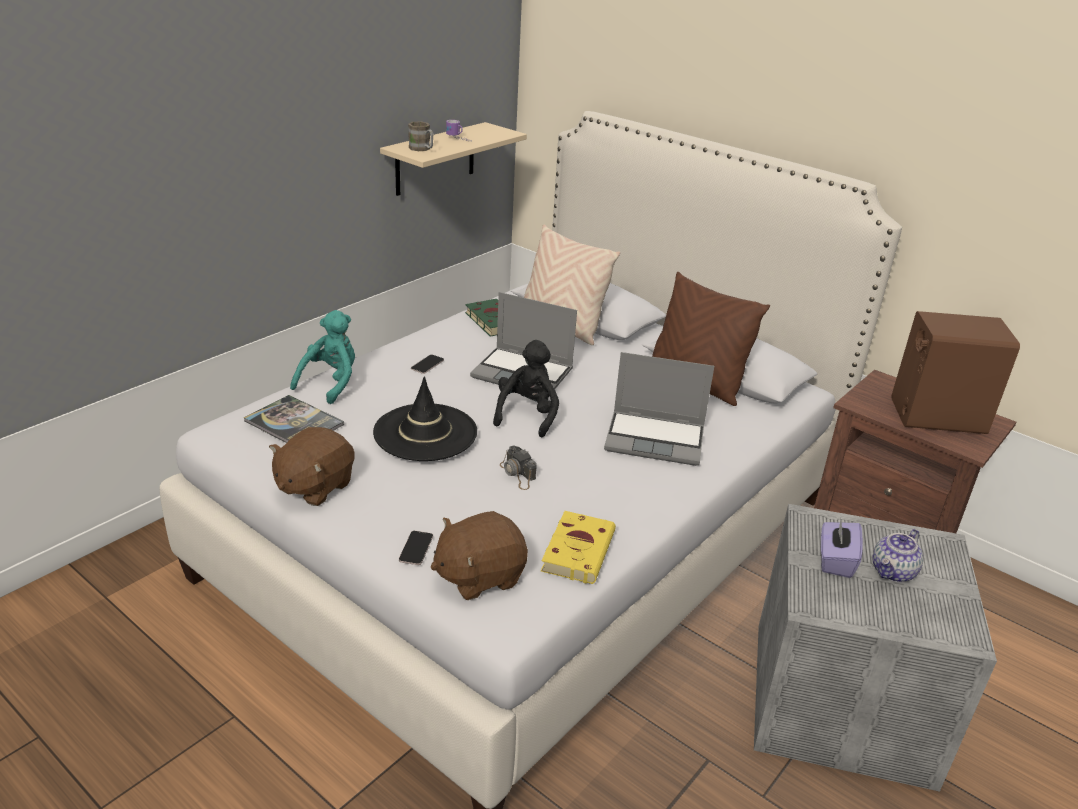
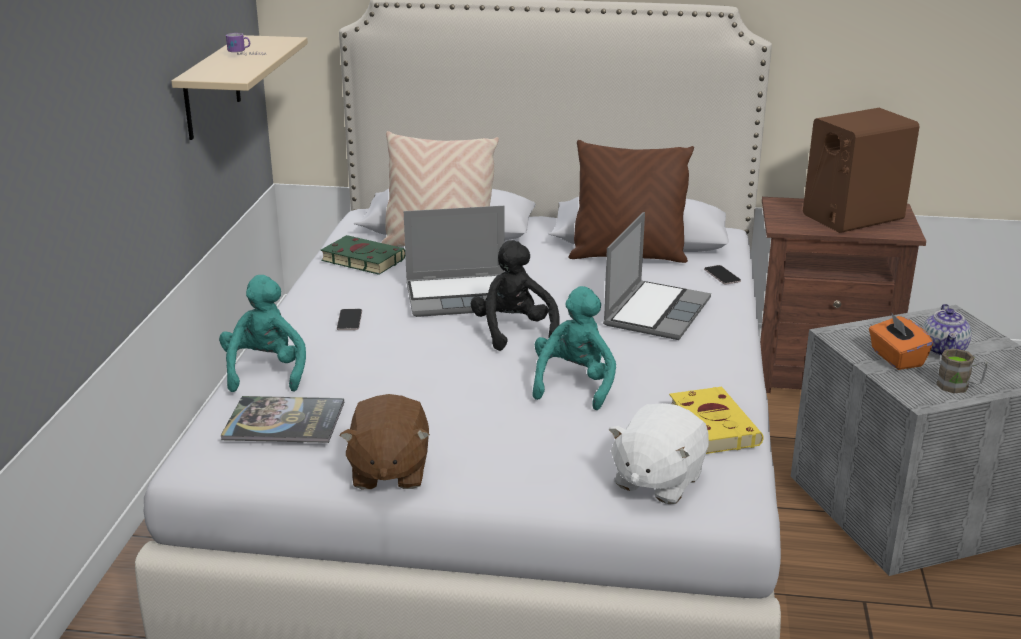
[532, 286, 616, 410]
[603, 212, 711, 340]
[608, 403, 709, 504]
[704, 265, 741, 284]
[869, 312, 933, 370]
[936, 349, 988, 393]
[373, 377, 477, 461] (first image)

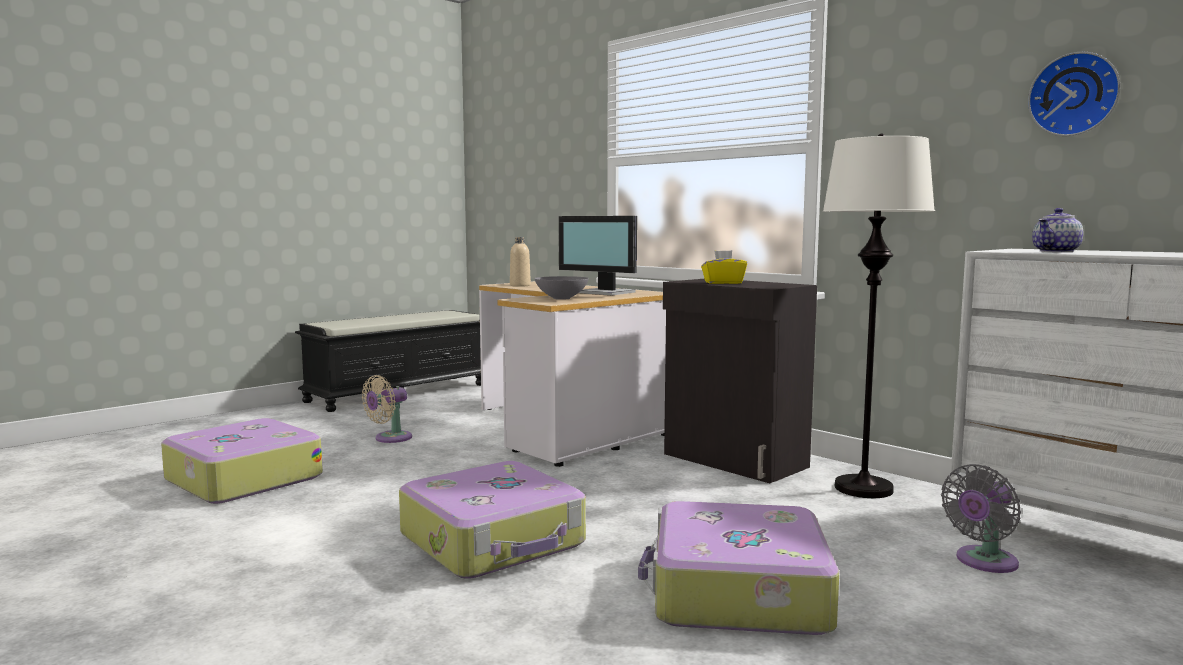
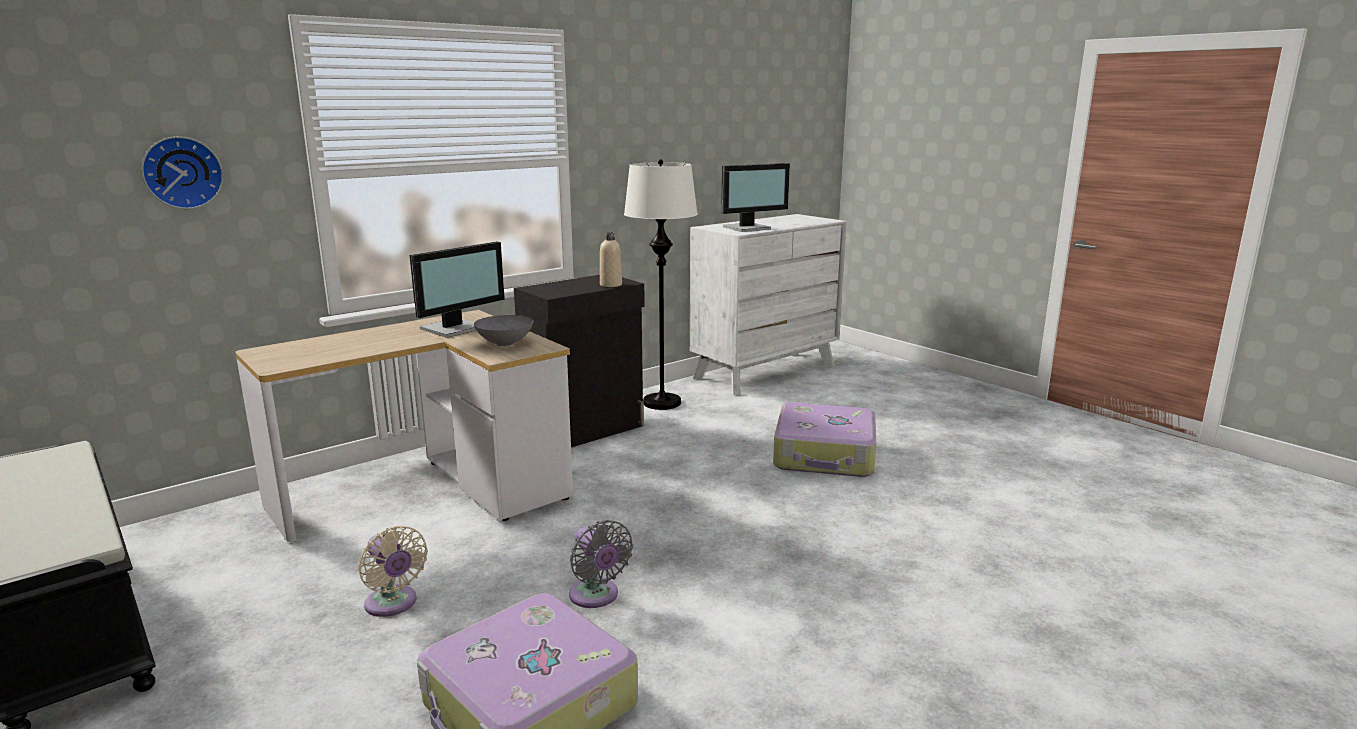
[141, 136, 223, 209]
[569, 520, 633, 608]
[600, 232, 622, 287]
[722, 163, 790, 232]
[399, 461, 586, 579] (first image)
[701, 250, 747, 284] (first image)

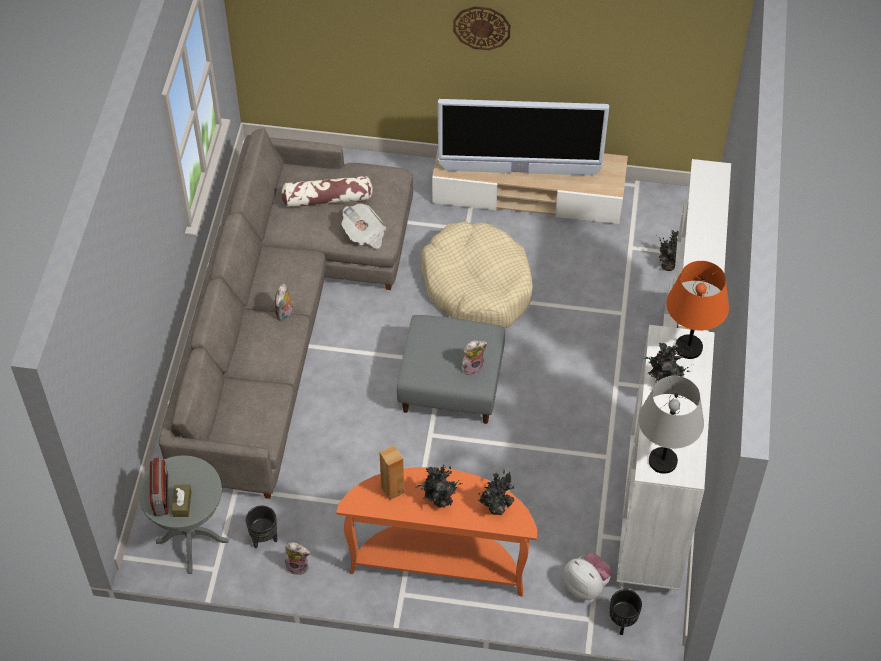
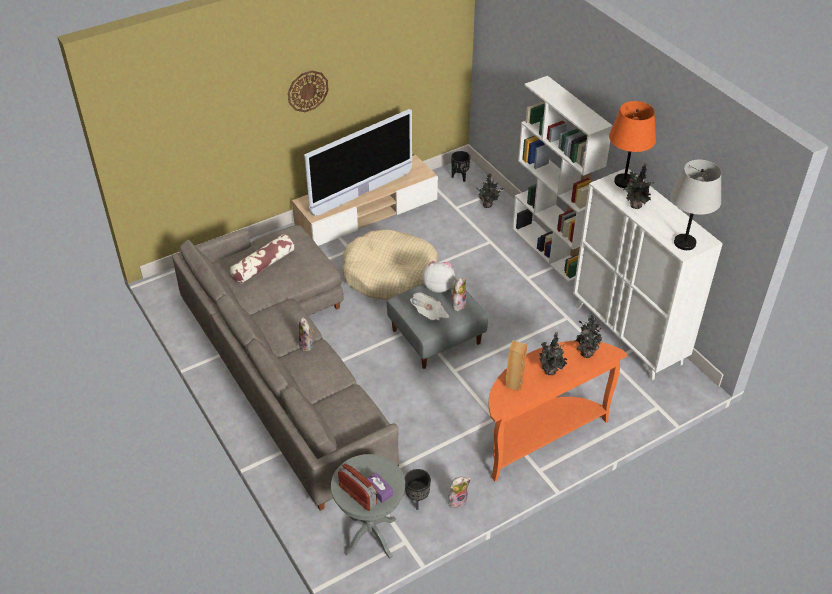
[367, 472, 393, 503]
[410, 293, 449, 320]
[422, 261, 455, 293]
[451, 151, 470, 182]

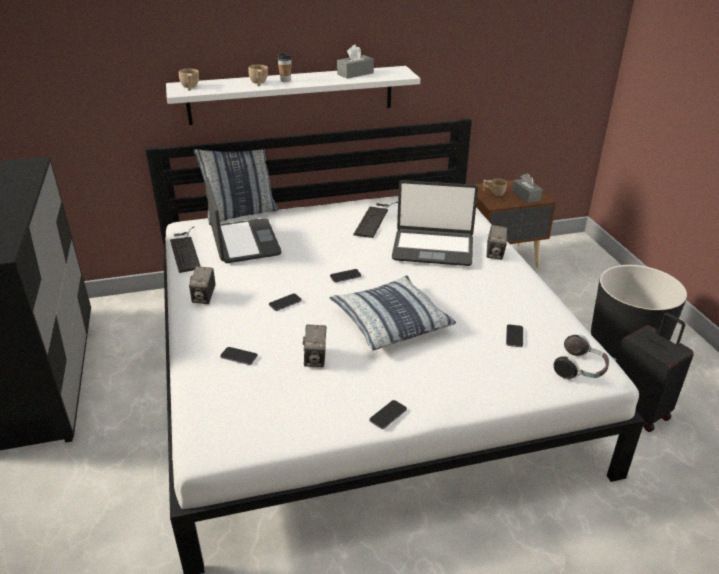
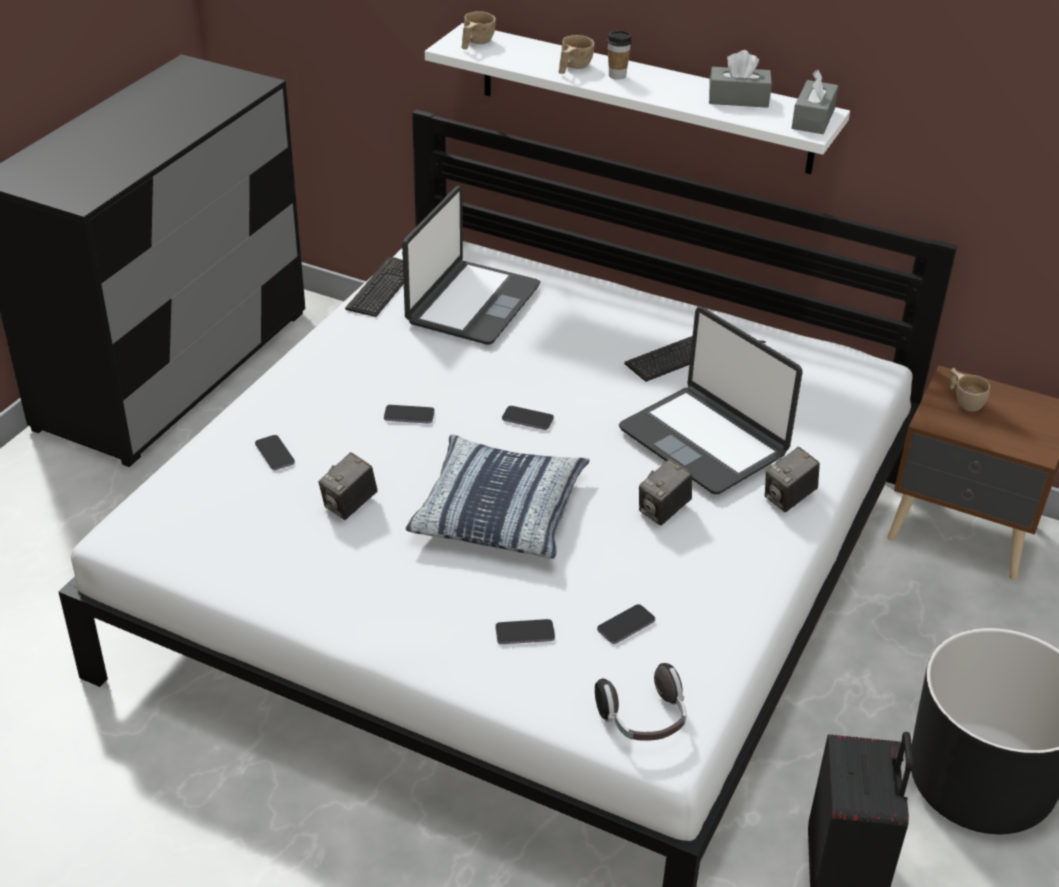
[495, 619, 555, 644]
[639, 459, 692, 526]
[792, 69, 838, 134]
[193, 138, 278, 225] (first image)

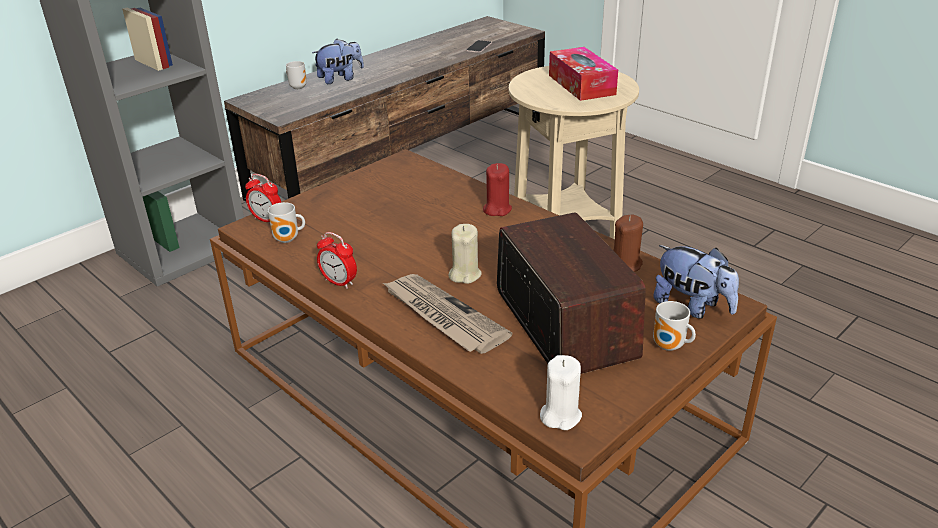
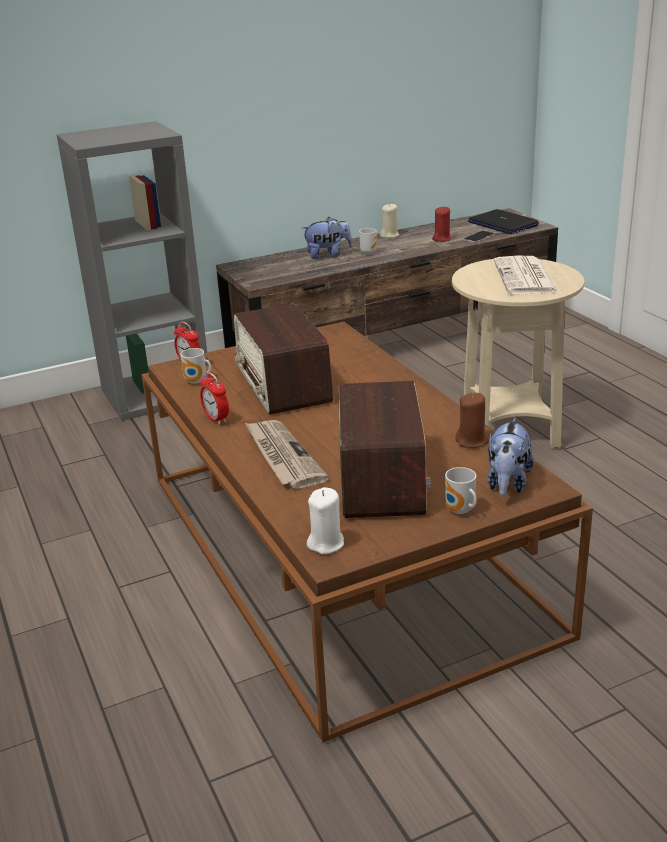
[234, 304, 333, 415]
[359, 228, 377, 254]
[380, 203, 399, 238]
[432, 206, 452, 242]
[468, 209, 539, 234]
[487, 418, 534, 496]
[494, 256, 559, 294]

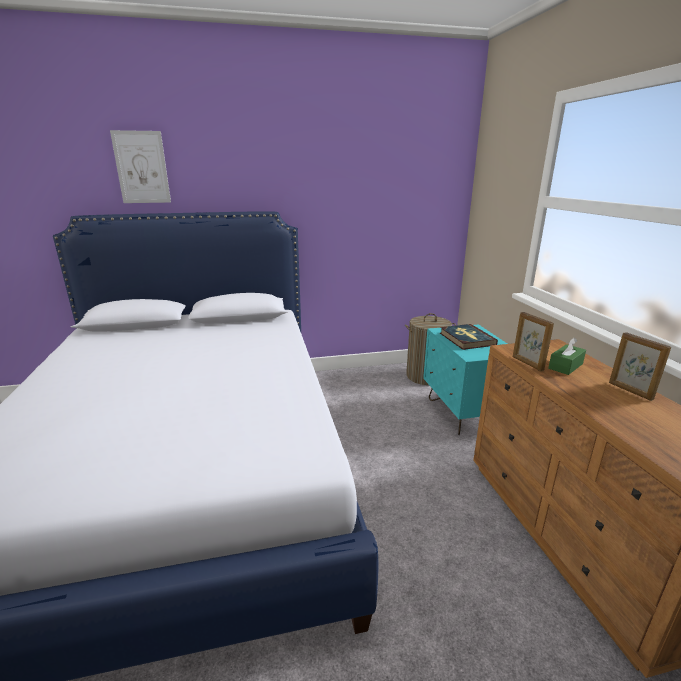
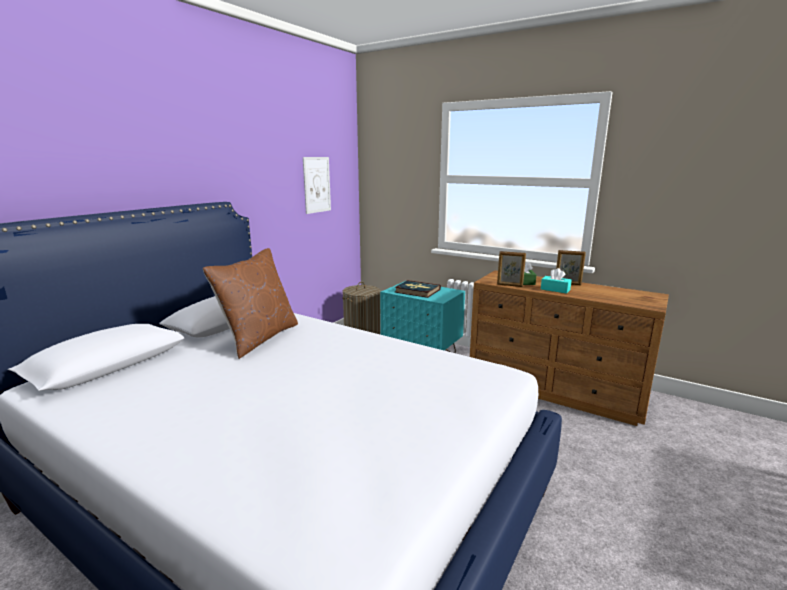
[203, 248, 298, 359]
[303, 157, 331, 214]
[541, 268, 572, 294]

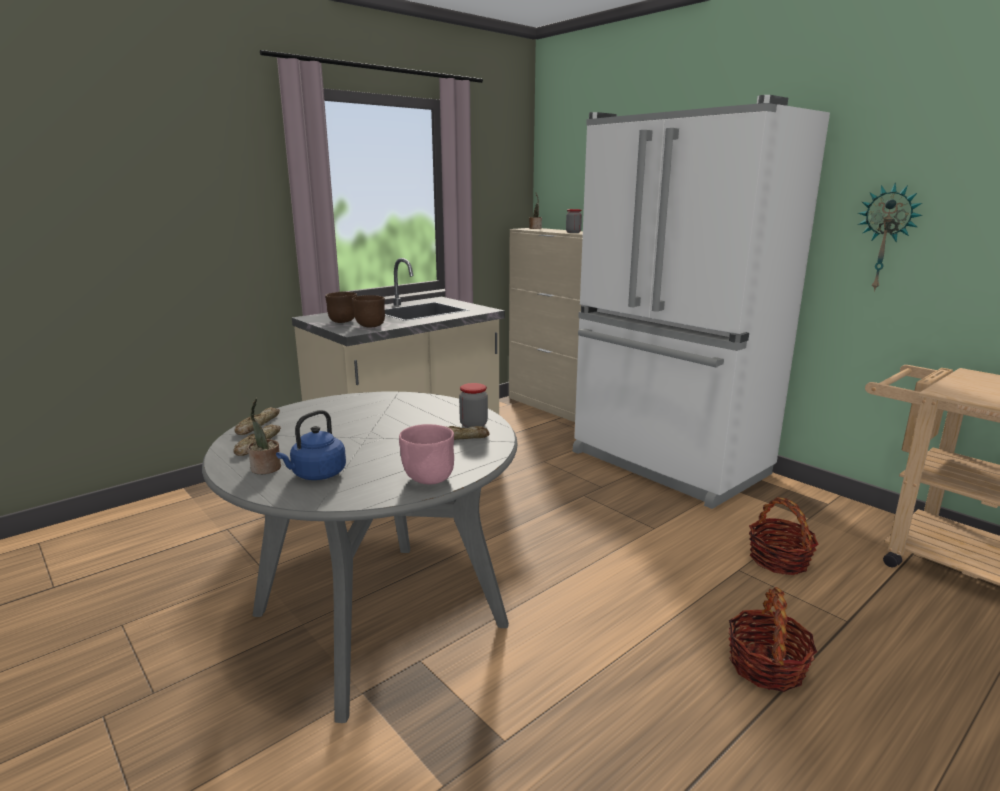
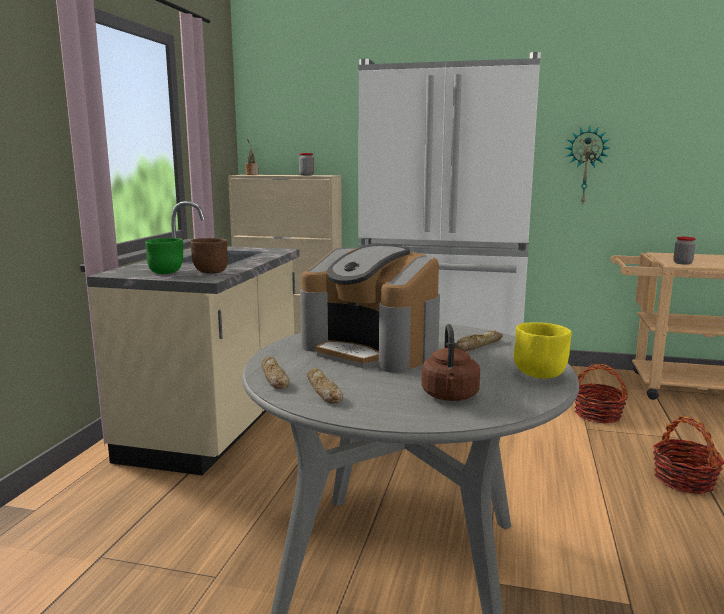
[145, 238, 183, 274]
[300, 245, 440, 373]
[421, 324, 480, 401]
[514, 322, 572, 378]
[673, 237, 695, 265]
[248, 398, 281, 474] (first image)

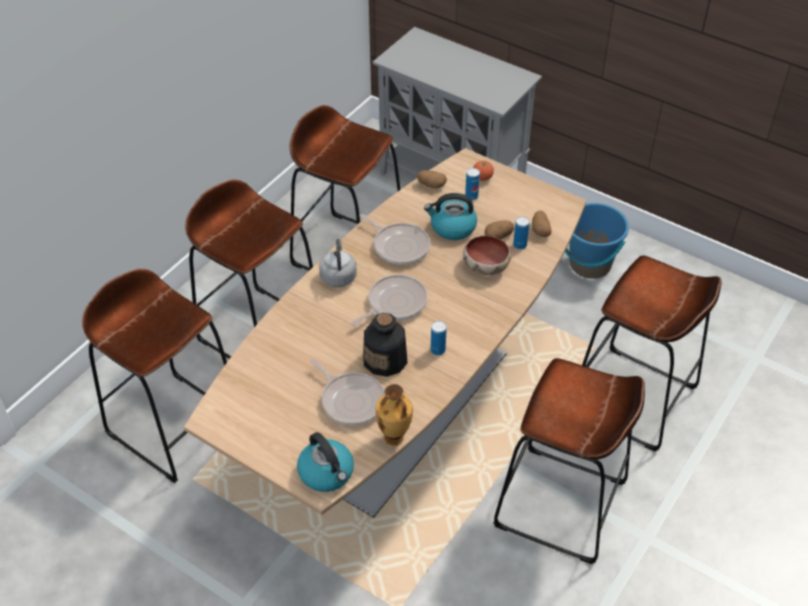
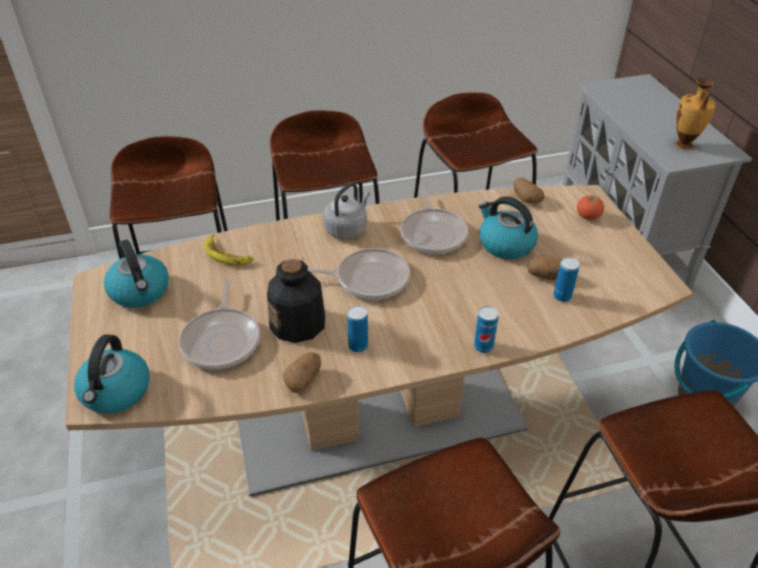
[104, 240, 169, 308]
[204, 234, 254, 266]
[283, 352, 321, 393]
[474, 306, 499, 353]
[675, 77, 716, 150]
[463, 236, 511, 275] (first image)

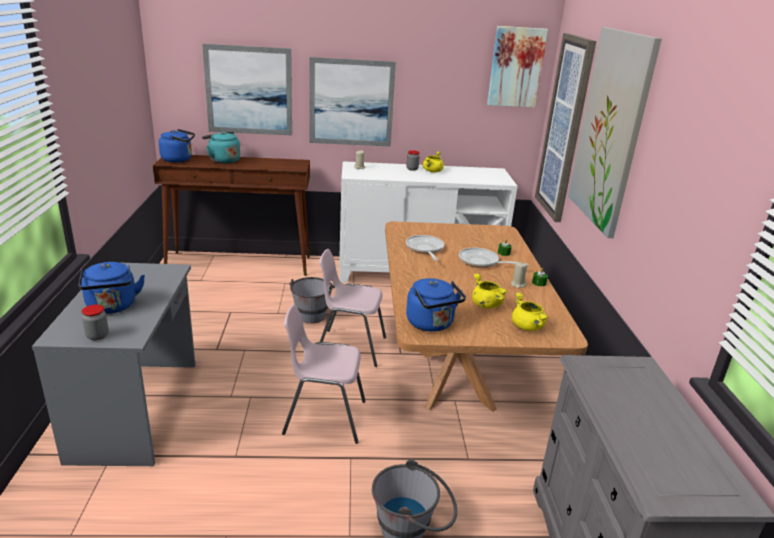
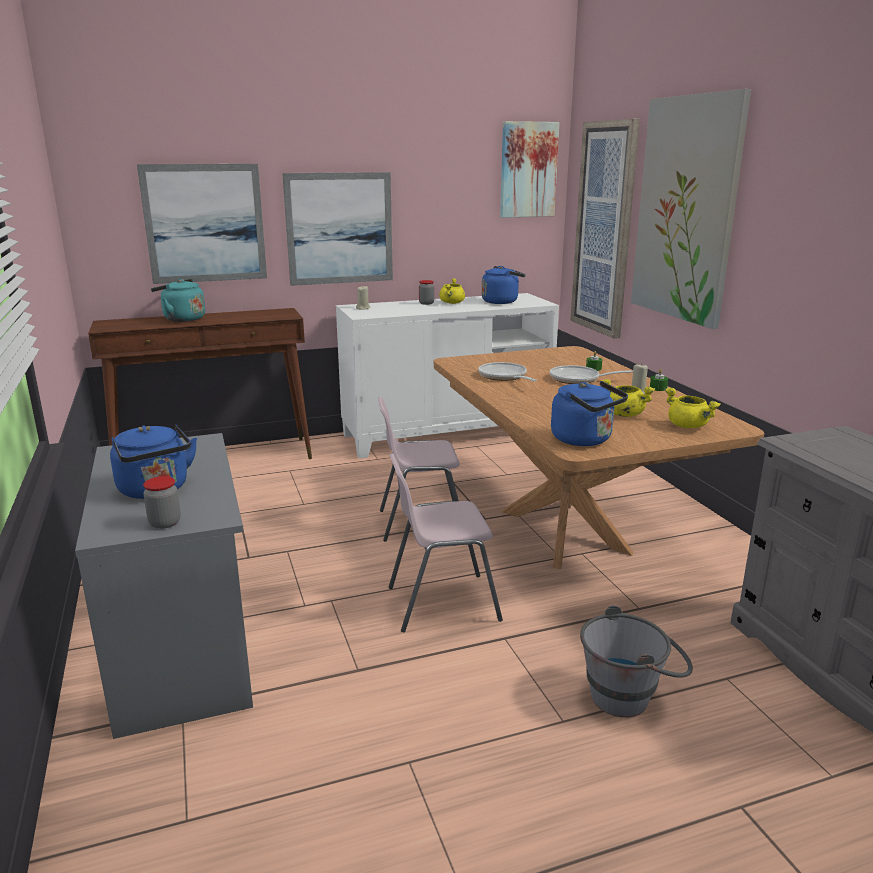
[482, 266, 526, 304]
[289, 277, 335, 324] (first image)

